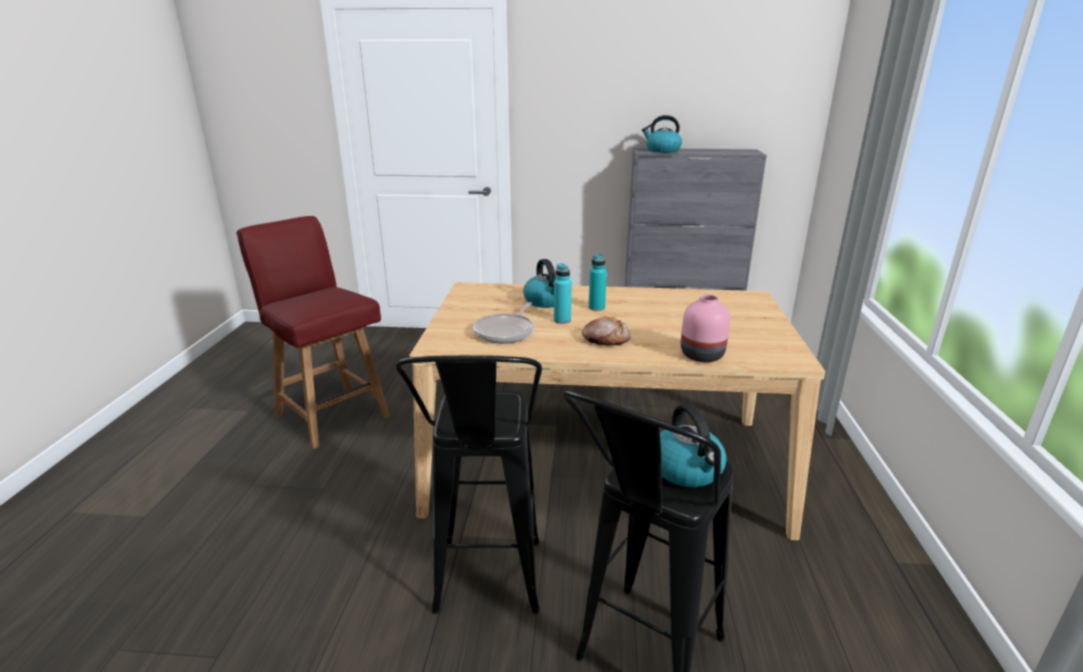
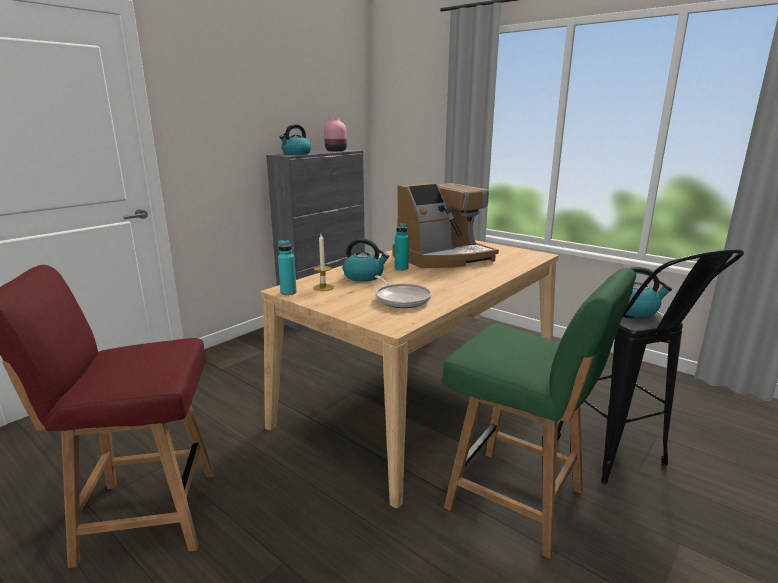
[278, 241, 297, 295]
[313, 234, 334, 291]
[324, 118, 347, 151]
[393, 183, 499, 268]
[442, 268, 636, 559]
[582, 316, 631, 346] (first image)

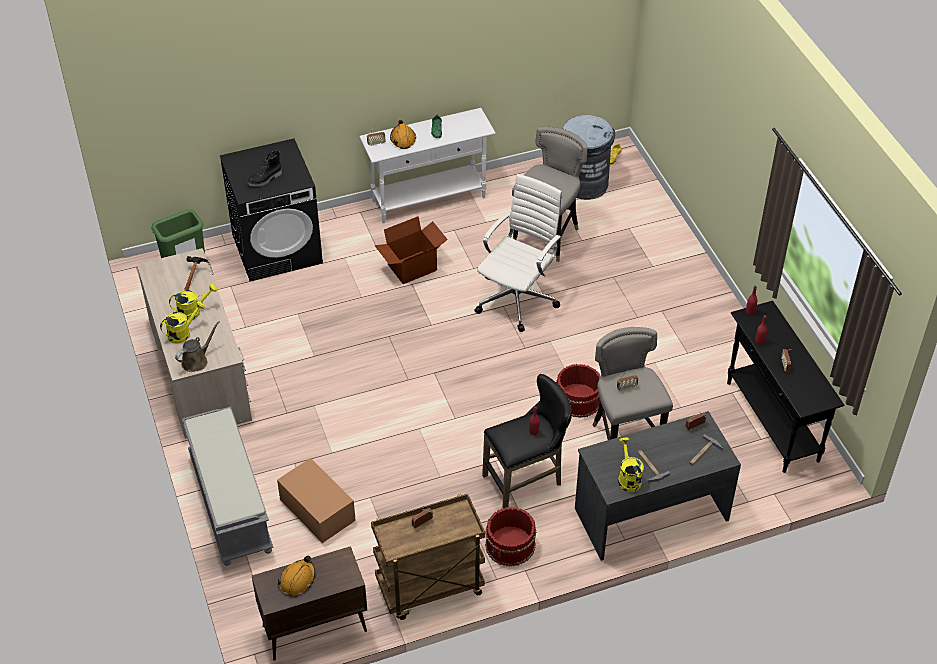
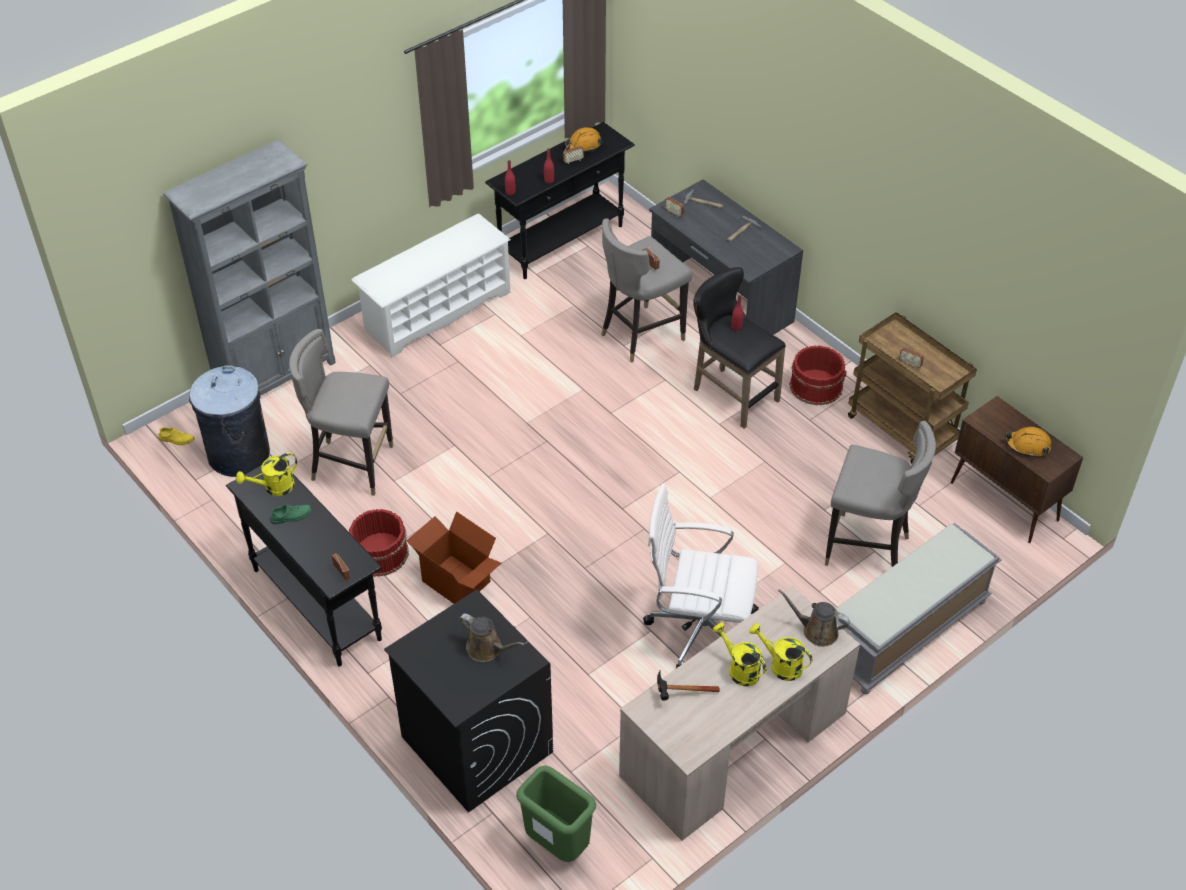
[163, 140, 336, 396]
[226, 465, 382, 667]
[236, 453, 297, 496]
[349, 509, 409, 577]
[352, 213, 511, 358]
[459, 613, 524, 662]
[565, 127, 602, 153]
[643, 483, 759, 668]
[825, 421, 936, 567]

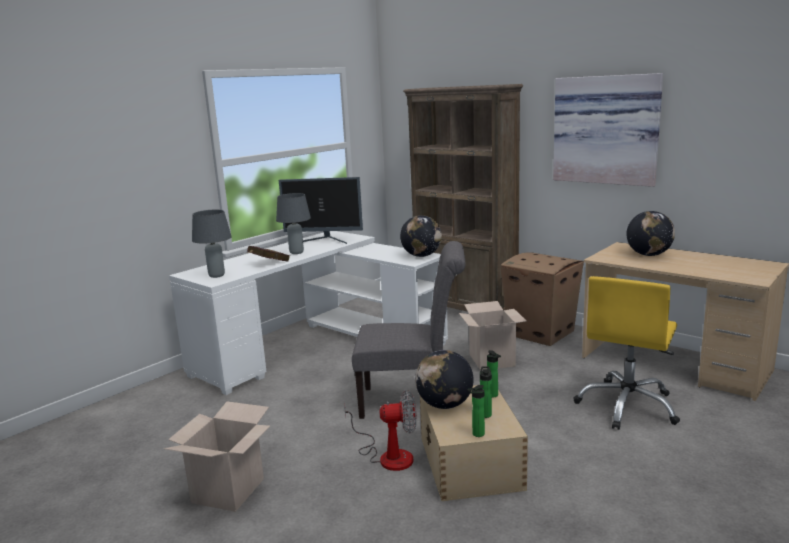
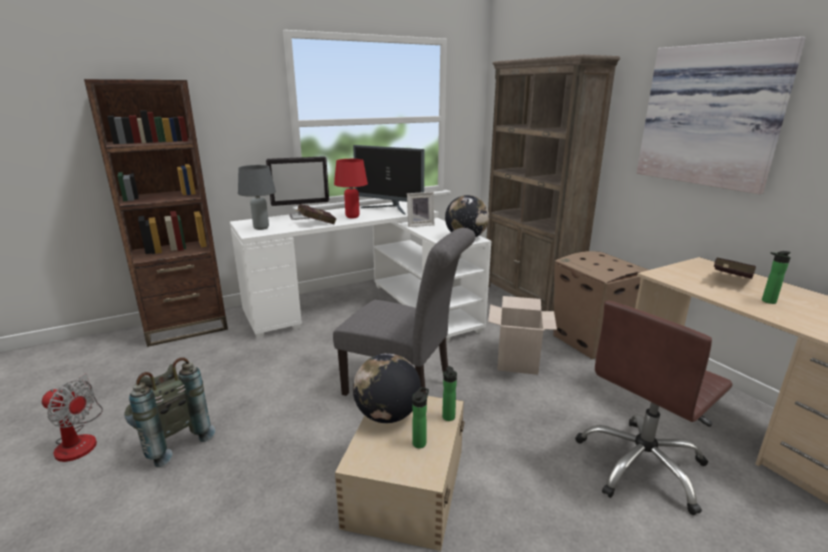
[42, 373, 103, 462]
[84, 79, 228, 347]
[124, 357, 215, 467]
[266, 156, 329, 220]
[334, 159, 368, 218]
[407, 192, 434, 227]
[576, 300, 733, 515]
[714, 257, 756, 279]
[762, 251, 791, 304]

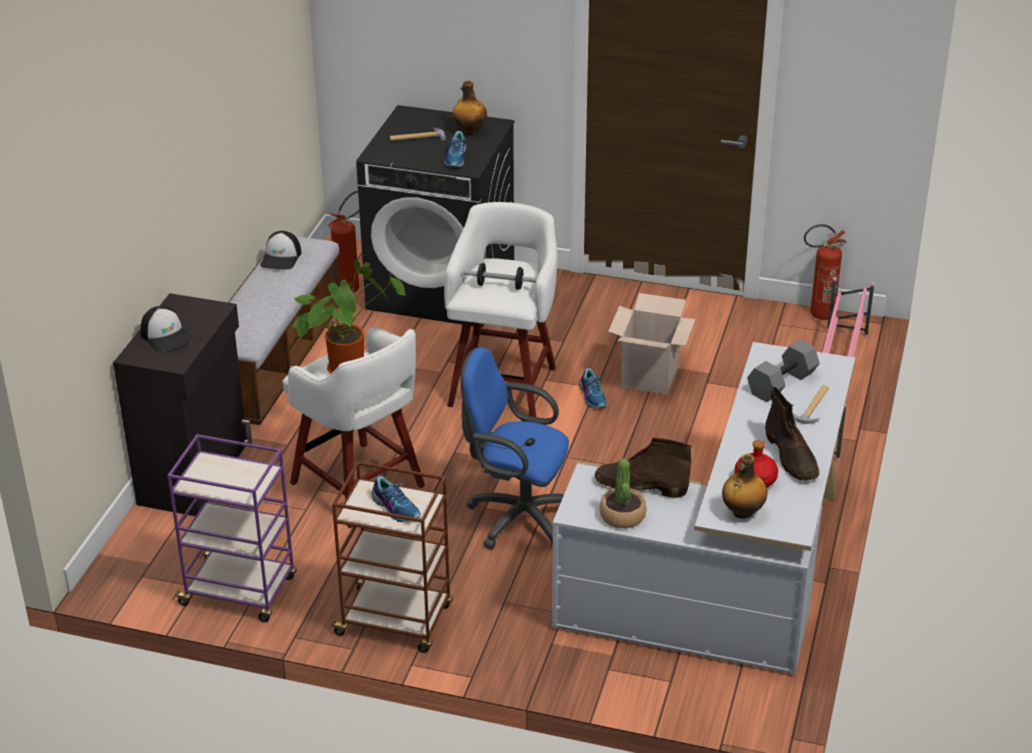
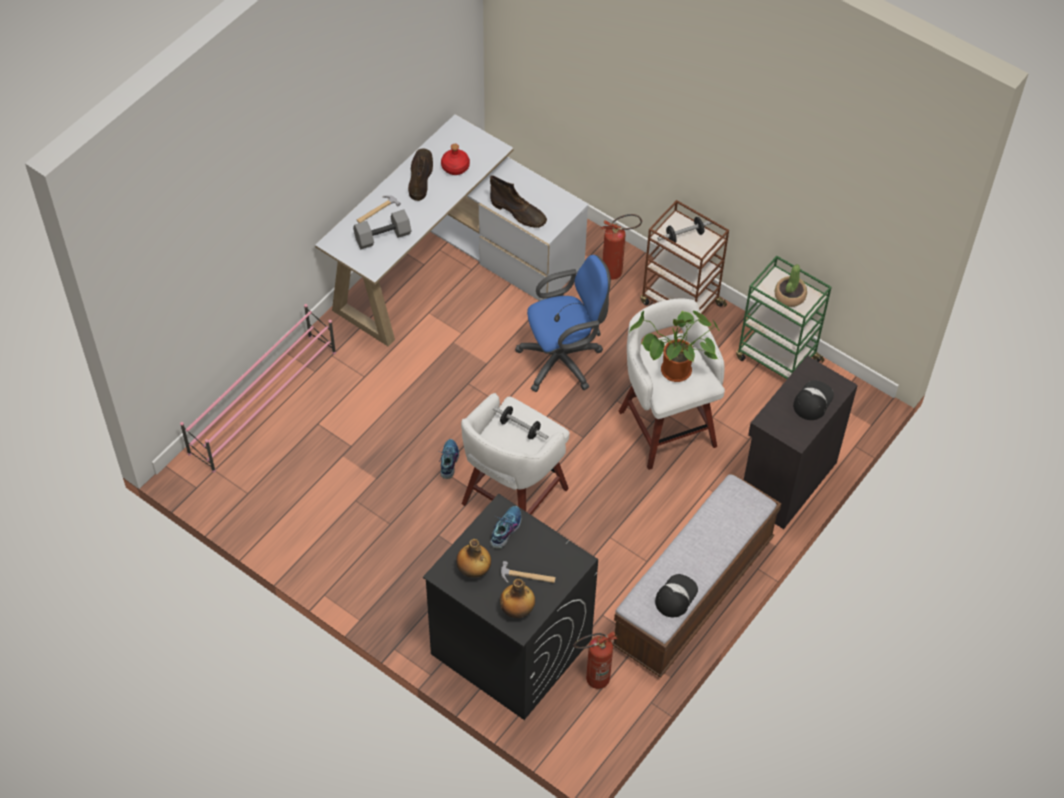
[500, 578, 535, 618]
[515, 255, 611, 392]
[601, 214, 642, 280]
[657, 217, 713, 243]
[736, 256, 832, 379]
[775, 264, 807, 307]
[793, 380, 834, 420]
[608, 293, 695, 395] (first image)

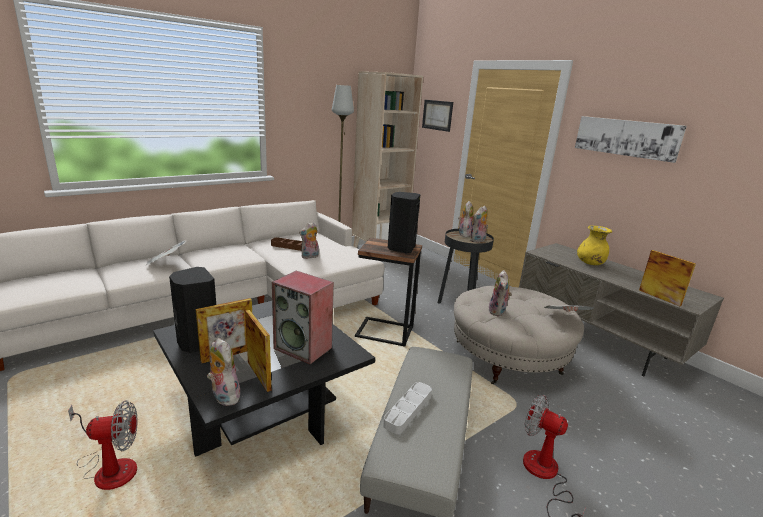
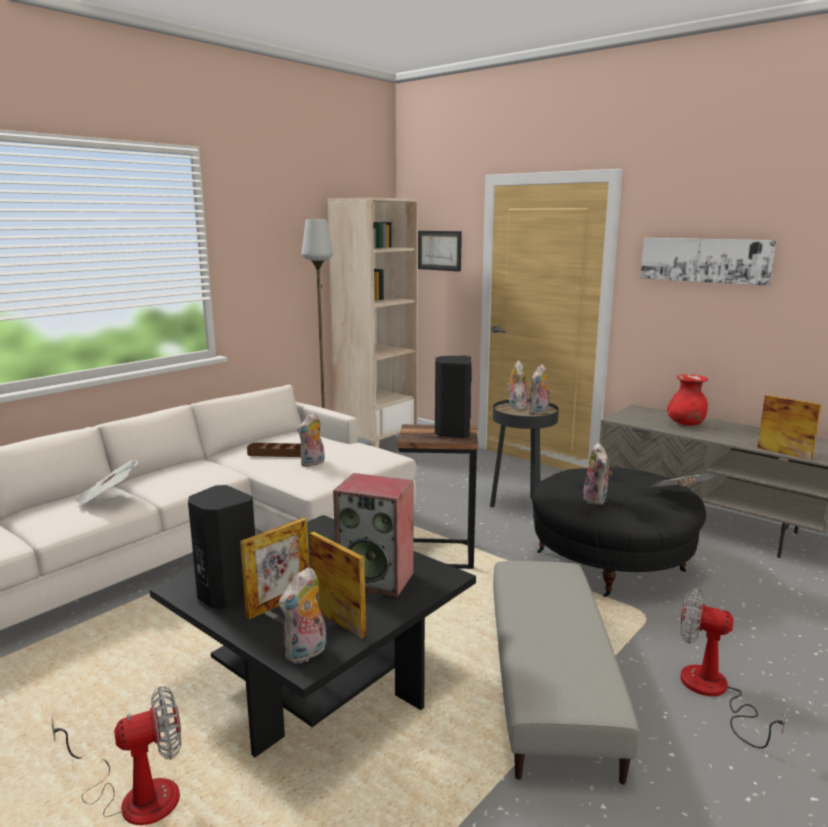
[279, 567, 327, 664]
[532, 467, 706, 597]
[667, 374, 708, 426]
[383, 382, 432, 434] (first image)

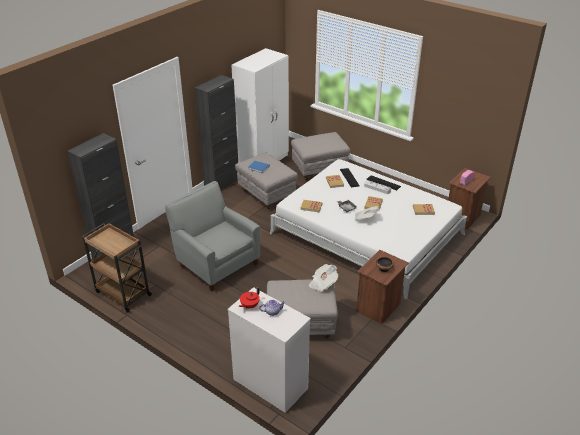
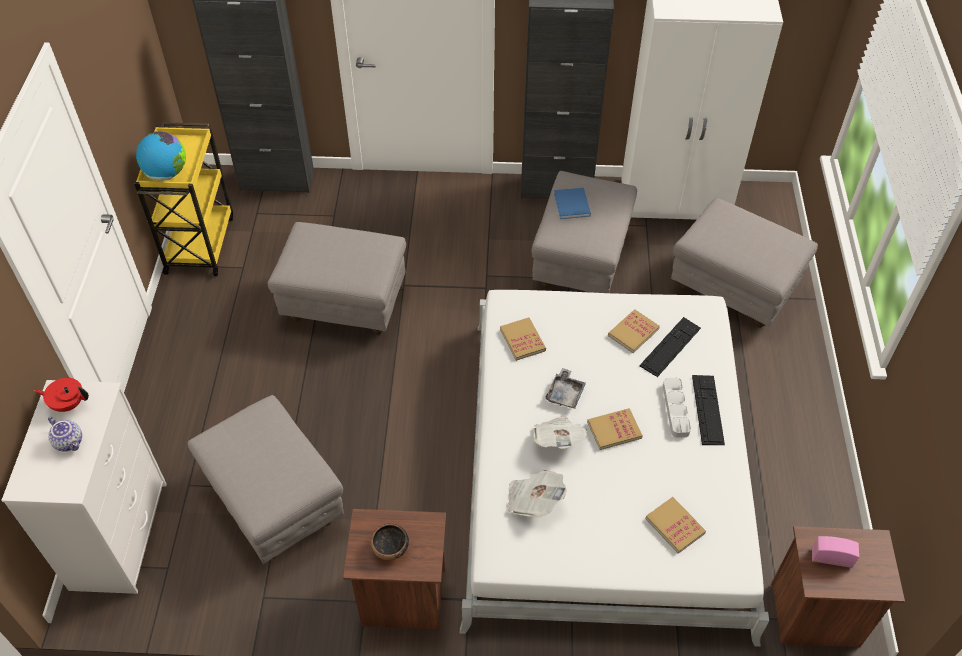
[134, 122, 233, 276]
[136, 132, 186, 180]
[268, 222, 406, 334]
[508, 470, 567, 518]

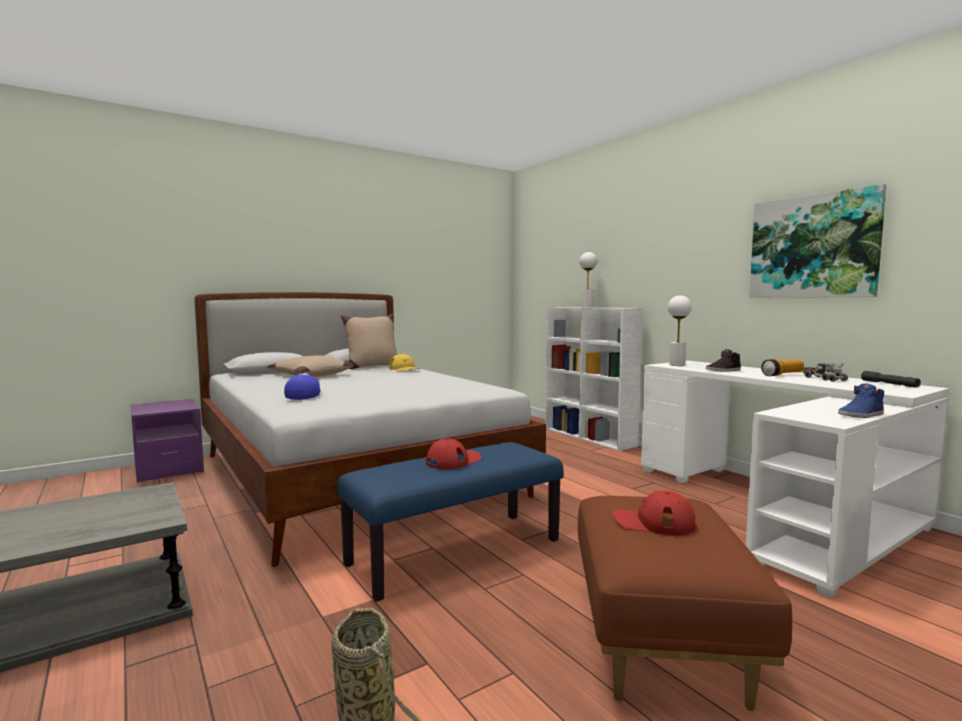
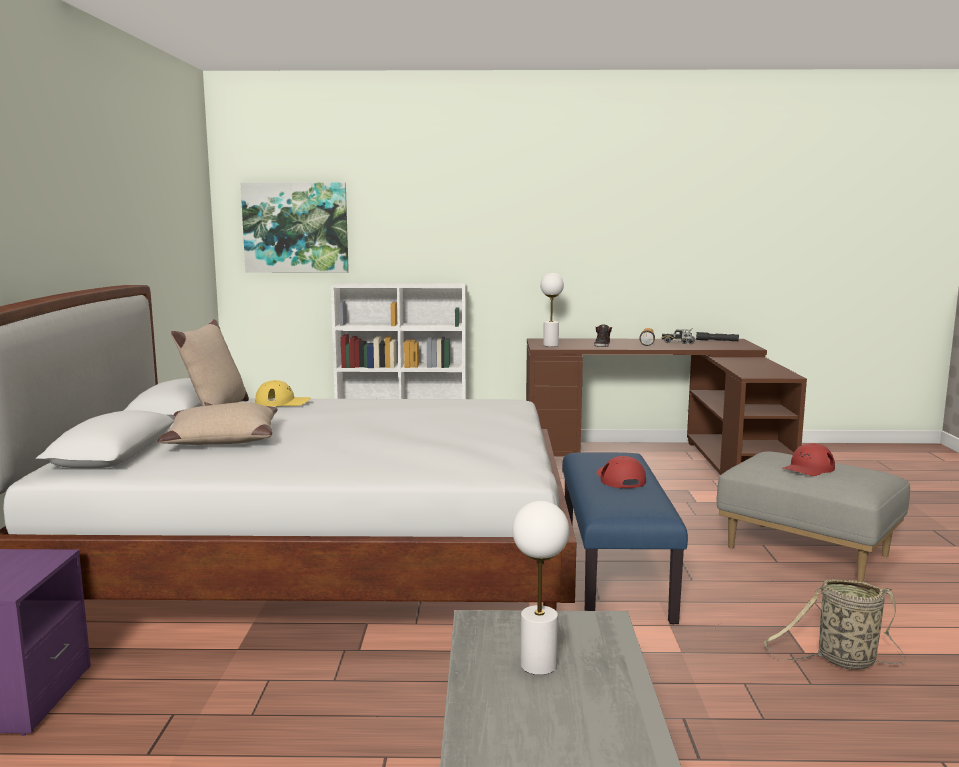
[241, 182, 349, 273]
[512, 501, 569, 675]
[526, 338, 807, 475]
[716, 451, 910, 582]
[284, 373, 321, 400] (first image)
[838, 384, 884, 418] (first image)

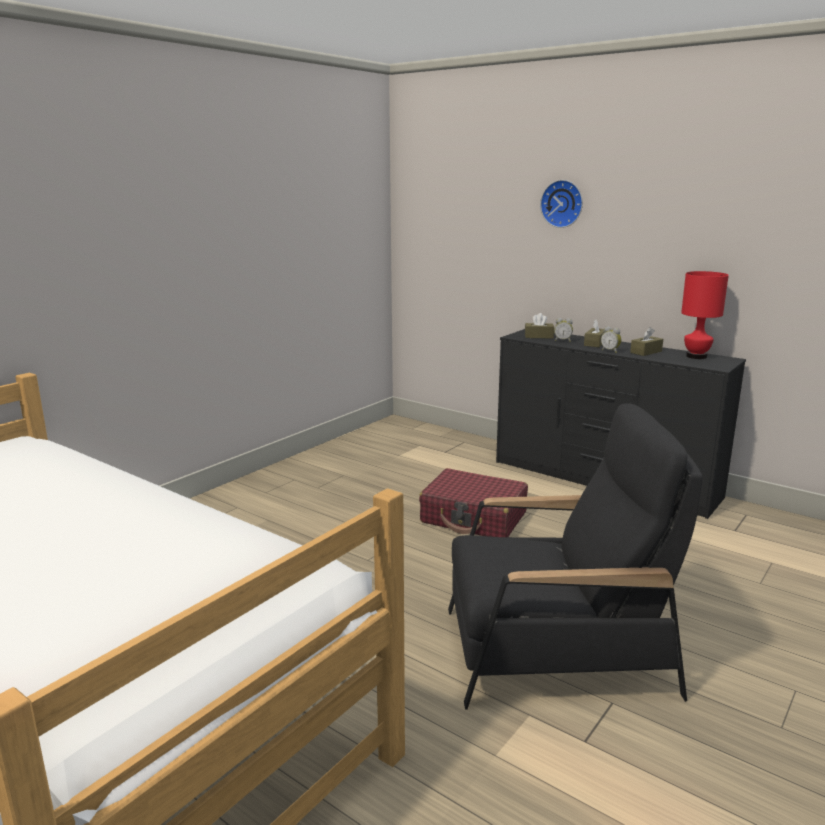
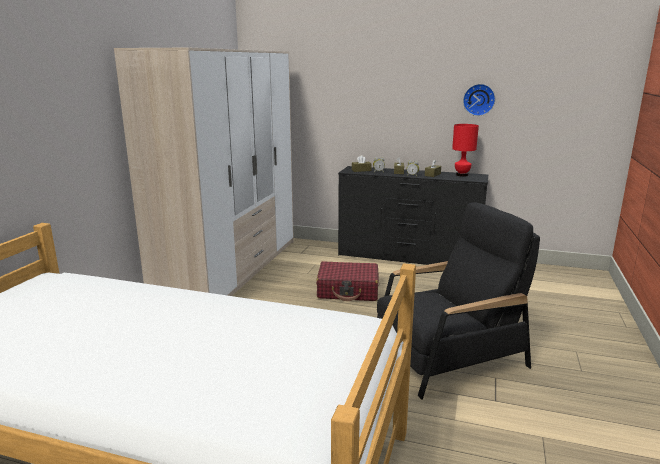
[114, 47, 294, 296]
[463, 84, 495, 116]

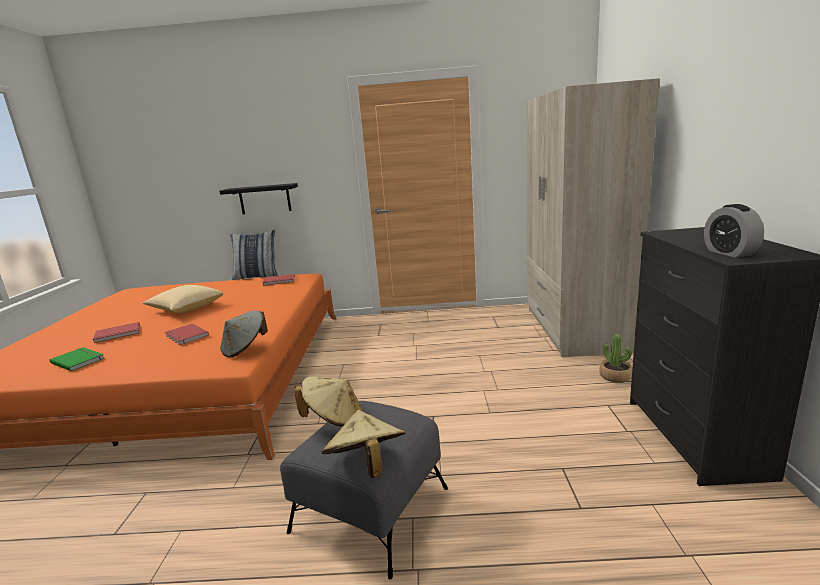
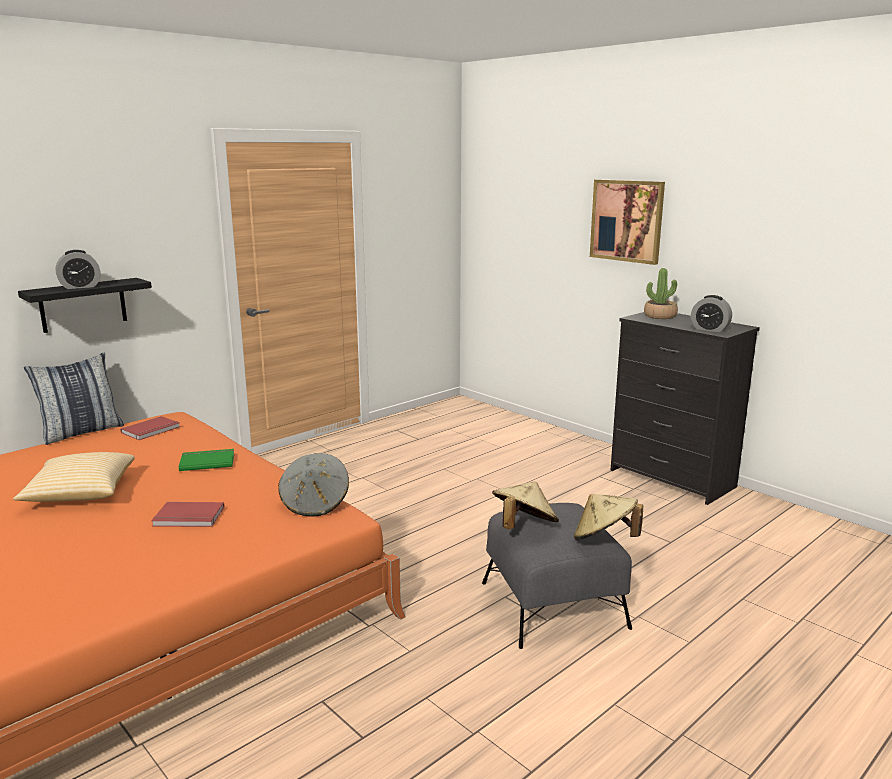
[56, 250, 100, 289]
[179, 449, 234, 471]
[590, 179, 665, 265]
[644, 268, 678, 319]
[93, 322, 140, 343] (first image)
[527, 78, 660, 357] (first image)

